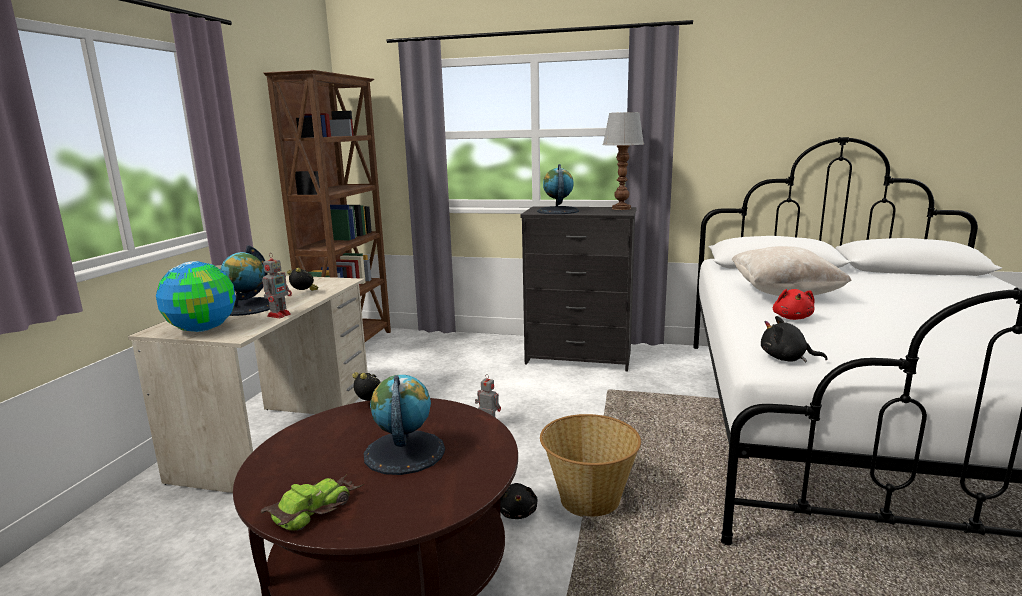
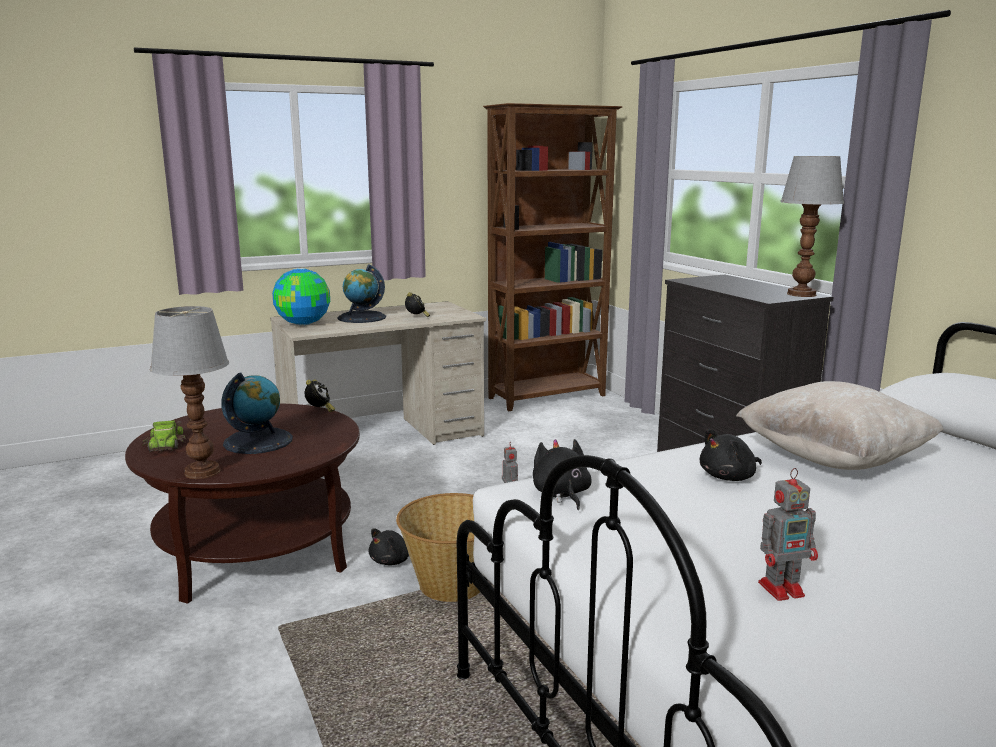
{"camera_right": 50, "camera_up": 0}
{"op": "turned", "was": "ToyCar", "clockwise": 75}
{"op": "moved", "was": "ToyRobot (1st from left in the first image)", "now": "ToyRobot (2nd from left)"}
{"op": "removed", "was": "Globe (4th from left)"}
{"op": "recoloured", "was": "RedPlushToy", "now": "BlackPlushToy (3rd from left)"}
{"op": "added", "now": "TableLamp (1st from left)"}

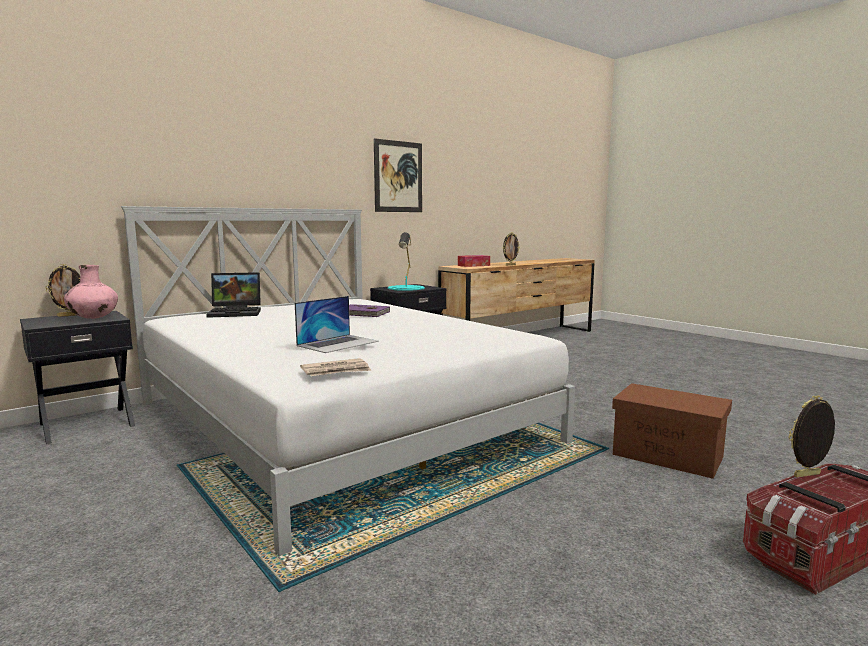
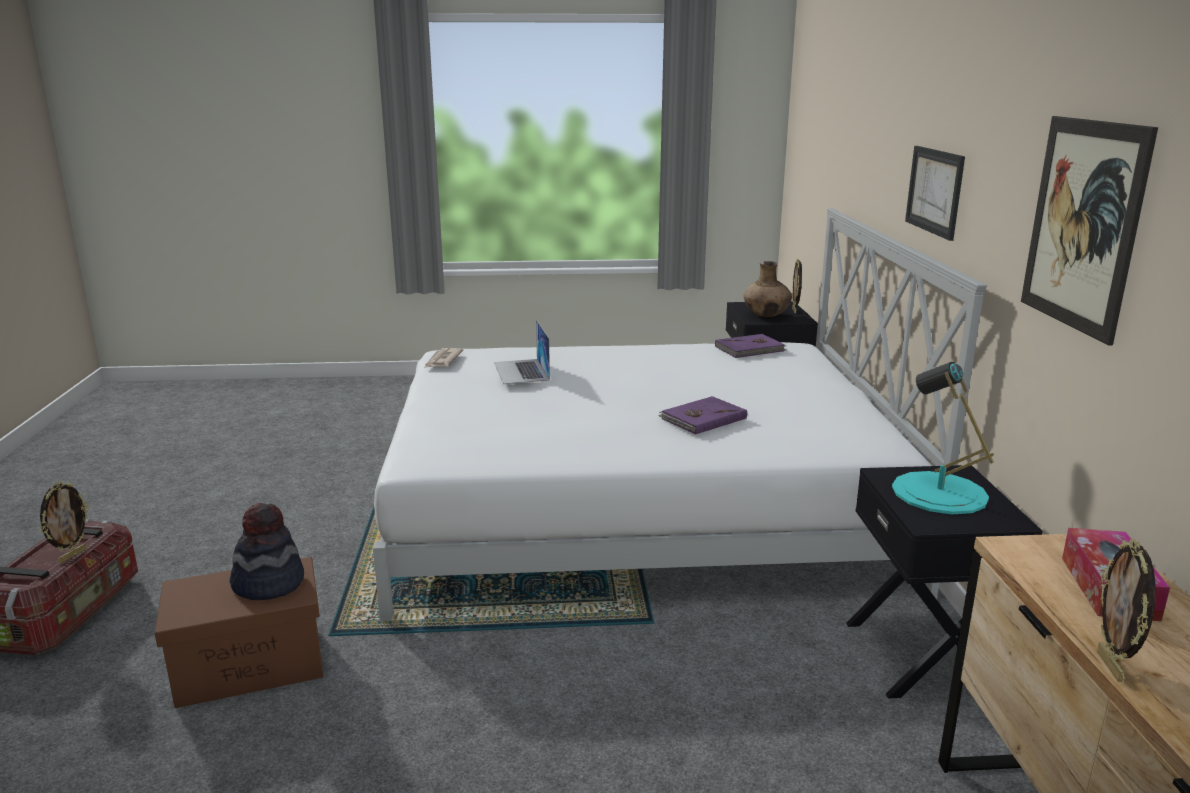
{"camera_right": 125, "camera_up": 10}
{"op": "recoloured", "was": "PinkVase", "now": "BrownVase"}
{"op": "removed", "was": "Laptop (1st from left)"}
{"op": "added", "now": "Hat"}
{"op": "added", "now": "PurpleBook (2nd from left)"}
{"op": "added", "now": "Picture (1st from left)"}

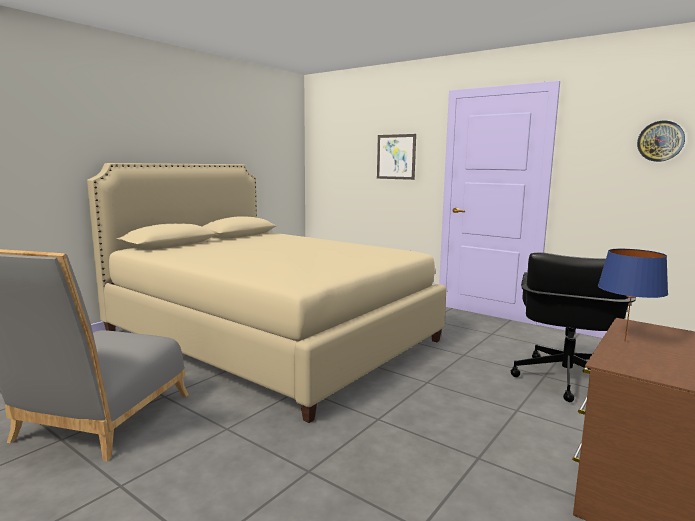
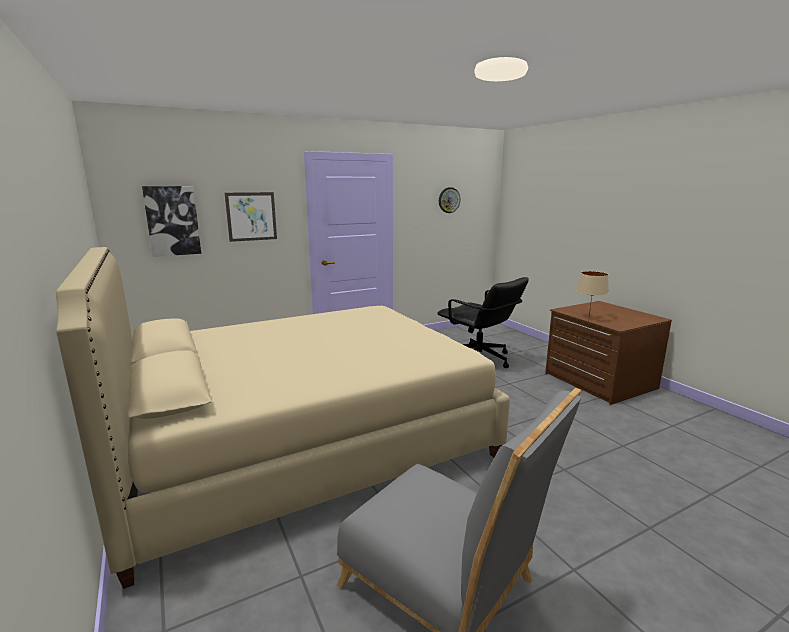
{"camera_right": -65, "camera_up": 5}
{"op": "recoloured", "was": "BlueTableLamp", "now": "BeigeTableLamp"}
{"op": "added", "now": "Picture (1st from left)"}

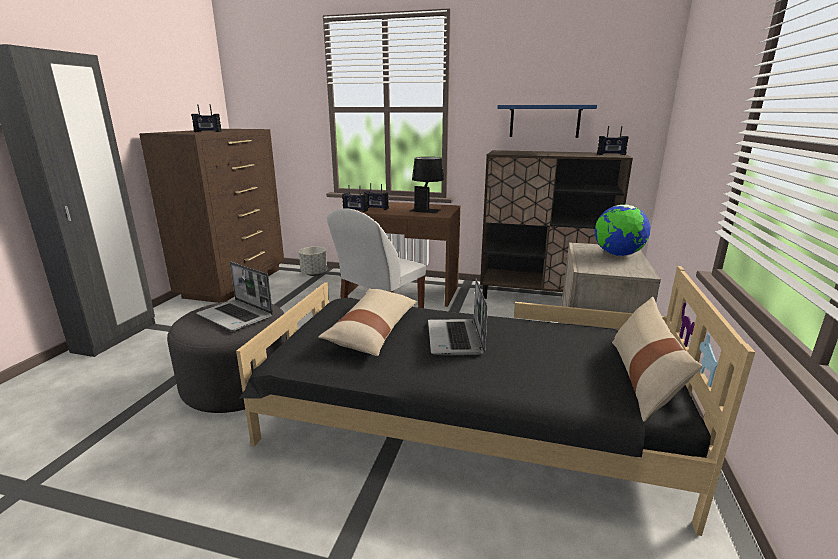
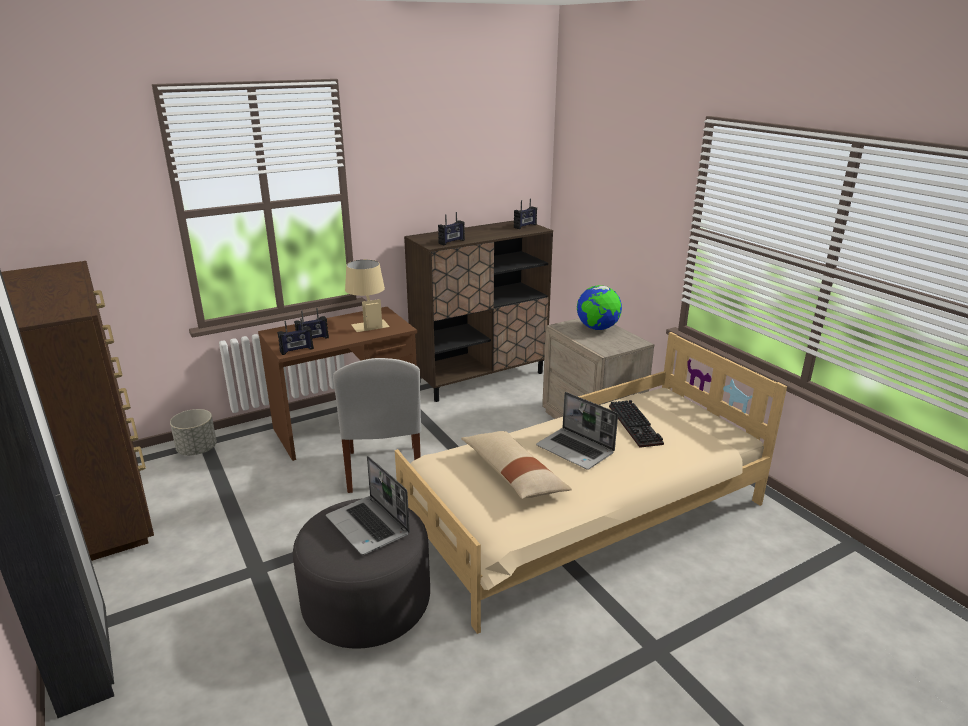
{"camera_right": -45, "camera_up": 5}
{"op": "moved", "was": "Radio (1st from left in the first image)", "now": "Radio (3rd from left)"}
{"op": "turned", "was": "Laptop (1st from left)", "clockwise": 60}
{"op": "recoloured", "was": "BlackBed", "now": "BeigeBed"}
{"op": "recoloured", "was": "BlackTableLamp", "now": "BeigeTableLamp"}
{"op": "removed", "was": "BlueShelf"}
{"op": "removed", "was": "BeigePillow (2nd from left)"}
{"op": "added", "now": "Keyboard"}

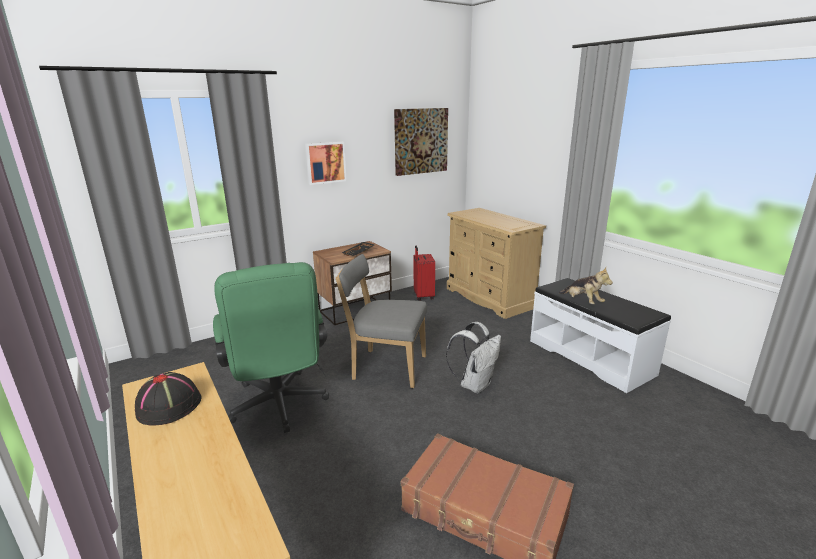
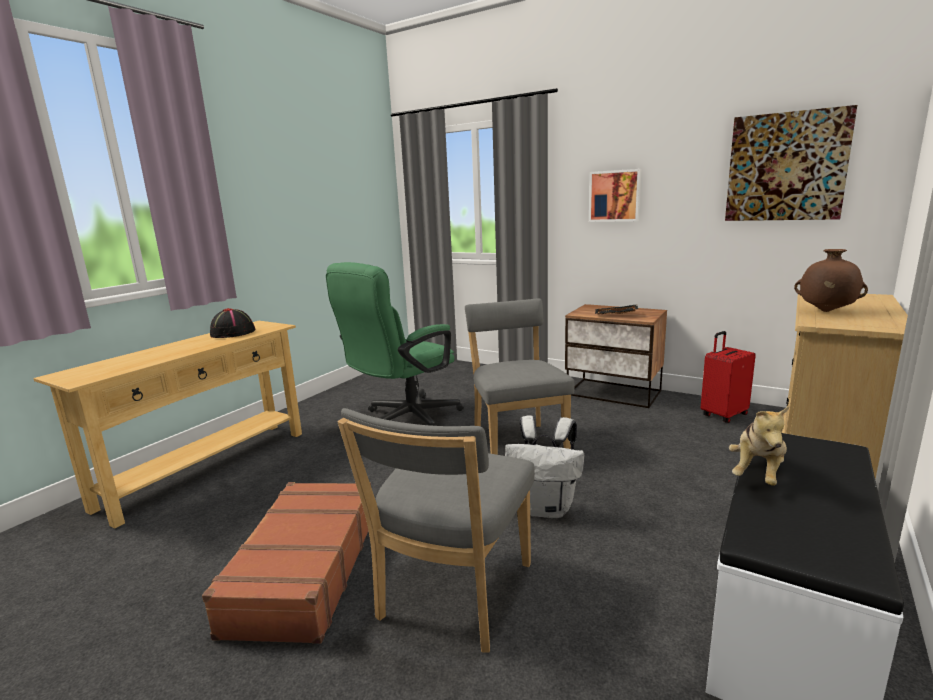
{"camera_right": 65, "camera_up": -5}
{"op": "added", "now": "GreyChair (1st from left)"}
{"op": "added", "now": "BrownVase"}

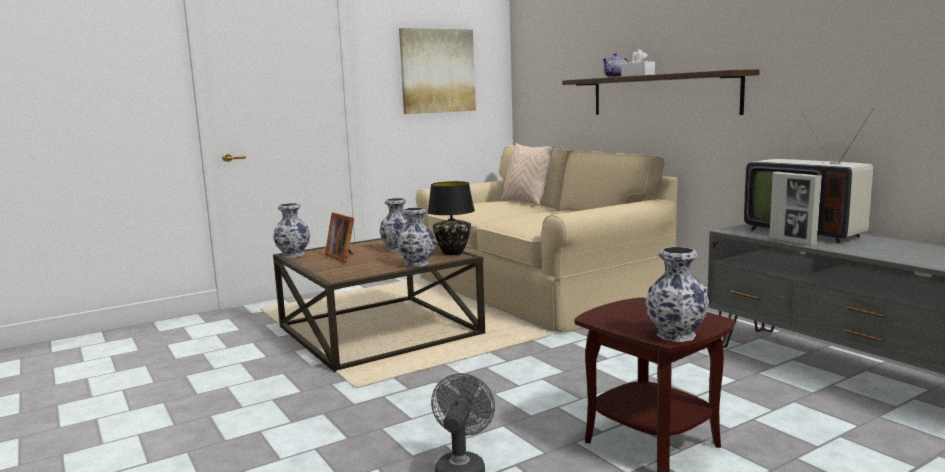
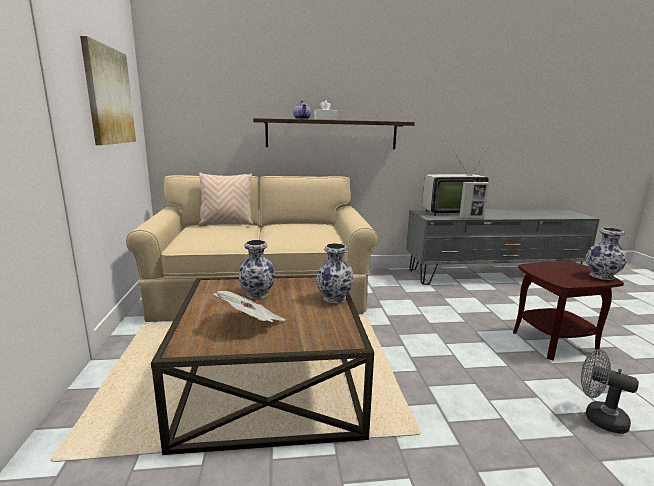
{"camera_right": -65, "camera_up": 5}
{"op": "removed", "was": "Vase (1st from left)"}
{"op": "replaced", "was": "PictureFrame (1st from left)", "now": "Newspaper"}
{"op": "removed", "was": "BlackTableLamp"}

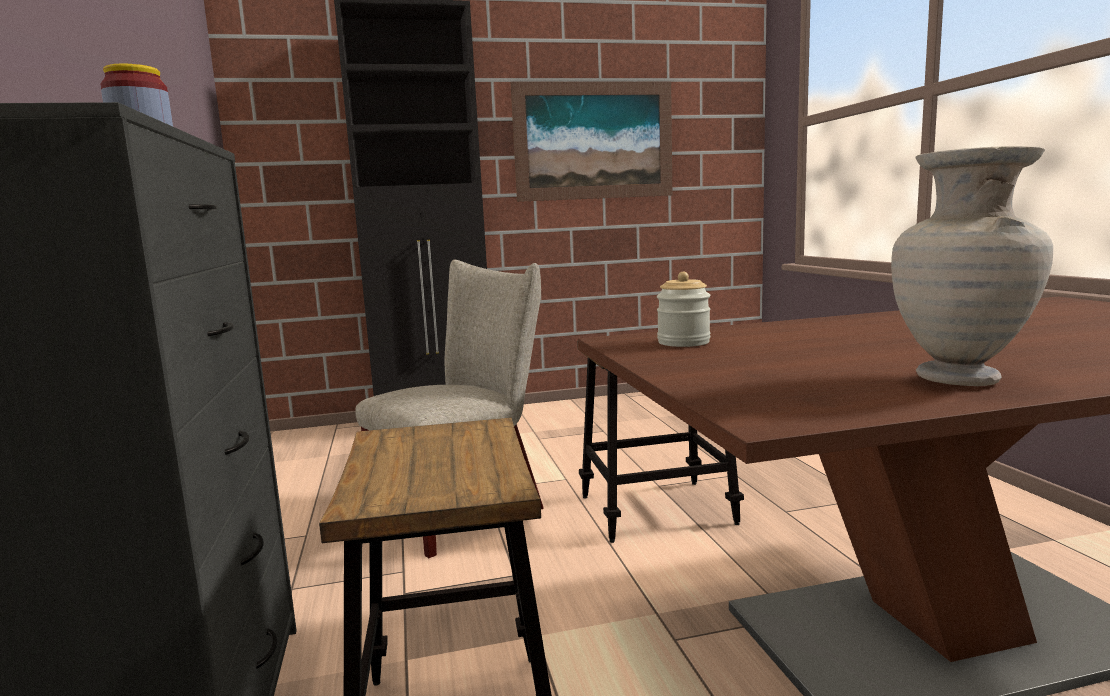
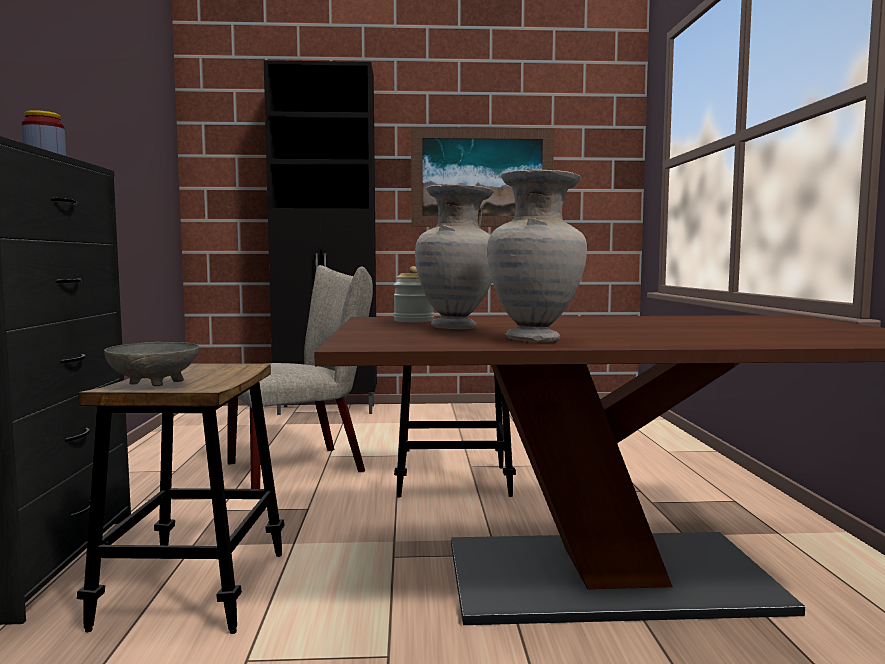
{"camera_right": 10, "camera_up": -5}
{"op": "added", "now": "GreyBowl"}
{"op": "added", "now": "BeigeVase (1st from left)"}

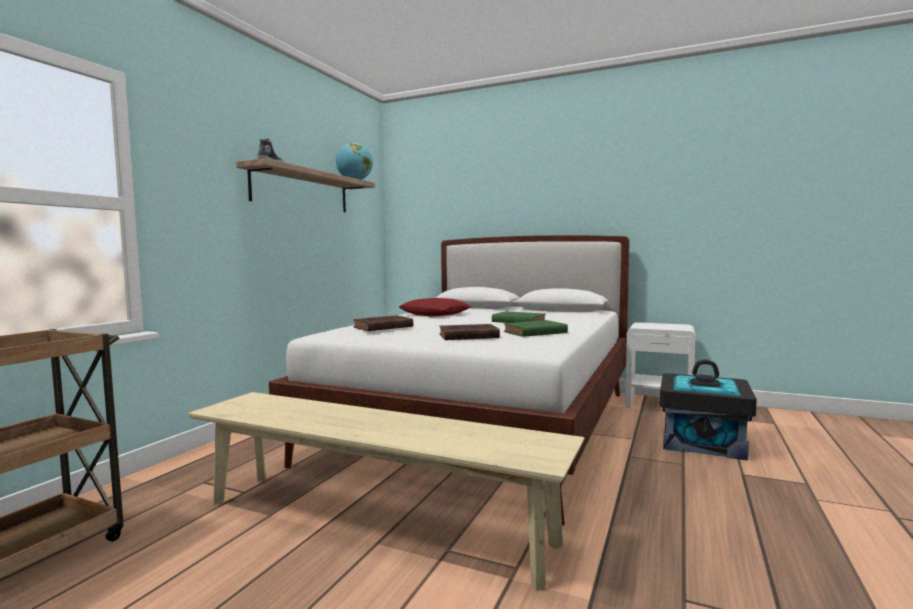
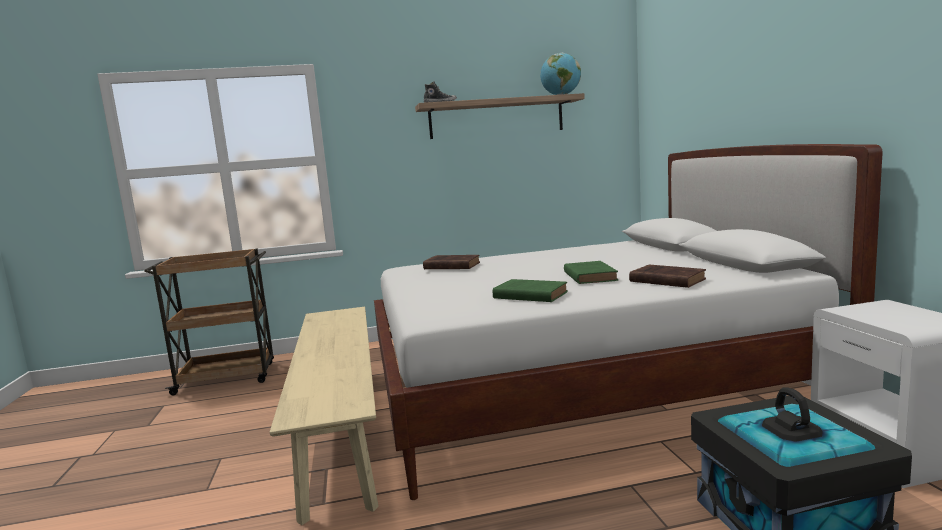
{"camera_right": 55, "camera_up": 5}
{"op": "removed", "was": "RedPillow"}
{"op": "moved", "was": "BrownBook (2nd from left)"}

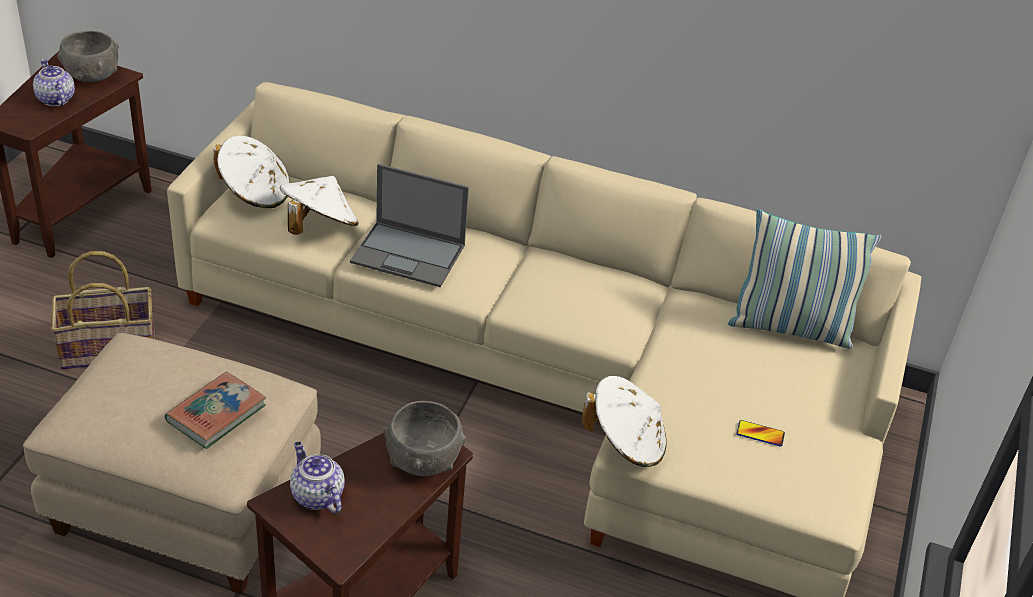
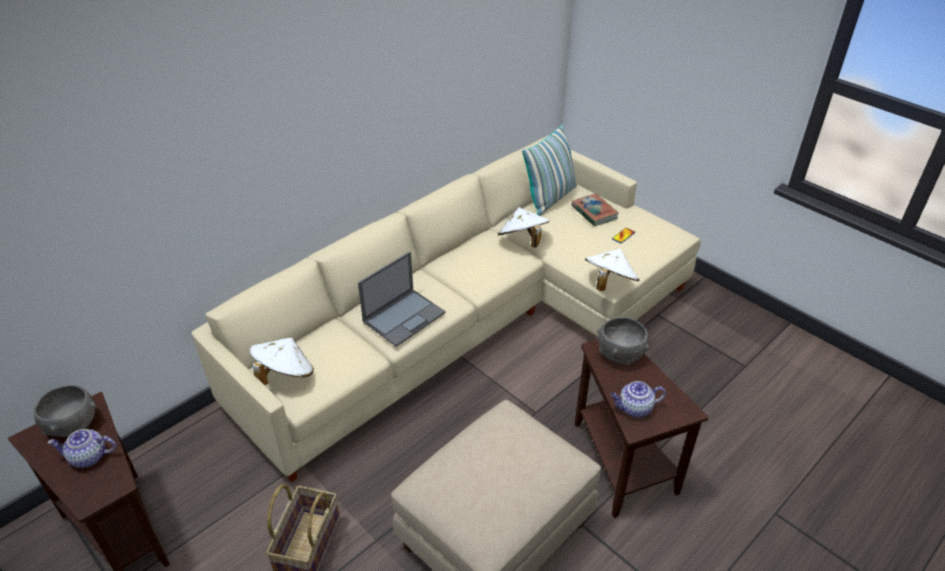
{"camera_right": -60, "camera_up": 0}
{"op": "moved", "was": "Book"}
{"op": "moved", "was": "WhiteHat (2nd from left)"}

